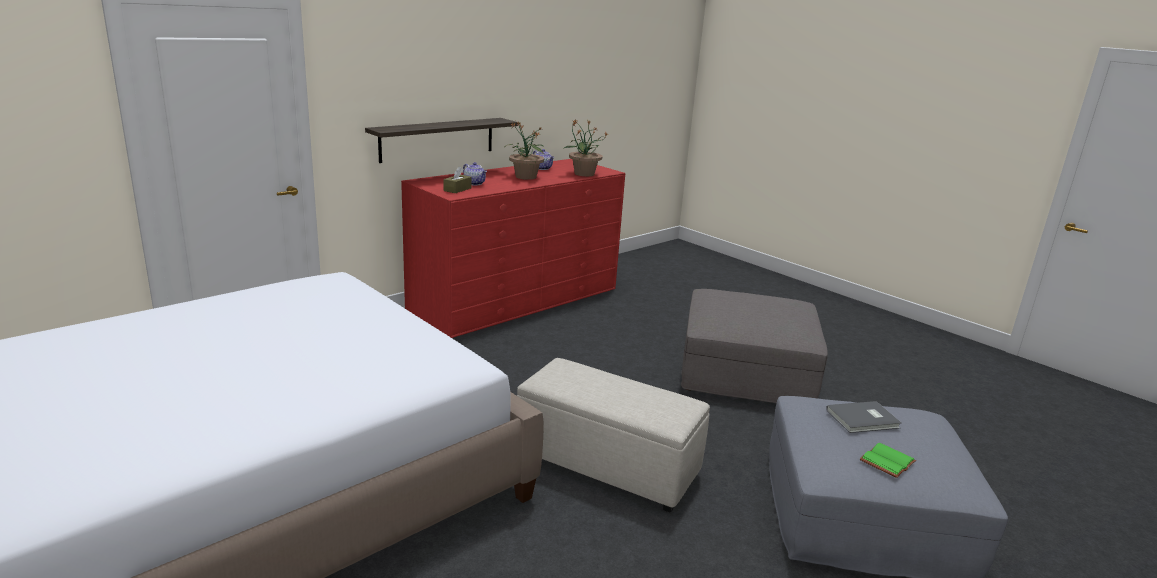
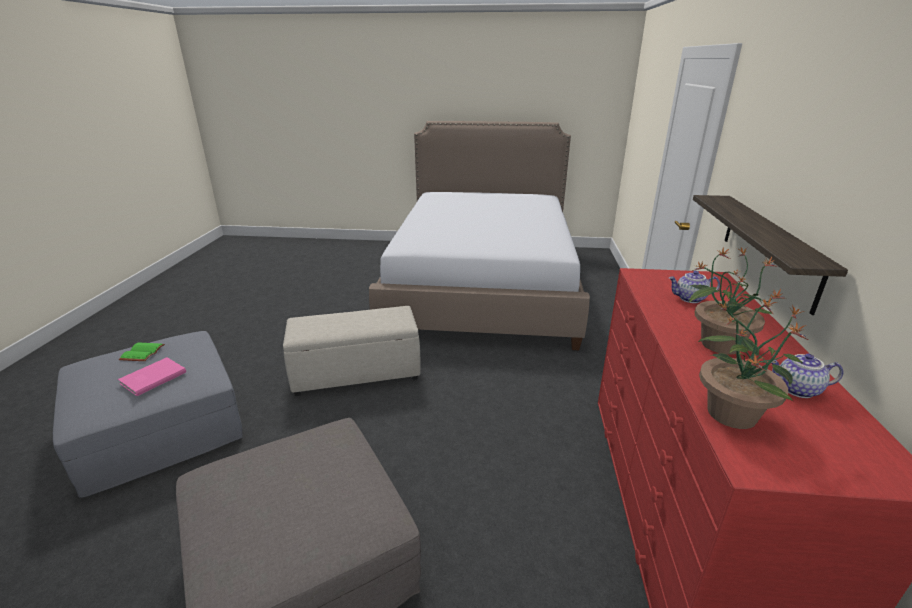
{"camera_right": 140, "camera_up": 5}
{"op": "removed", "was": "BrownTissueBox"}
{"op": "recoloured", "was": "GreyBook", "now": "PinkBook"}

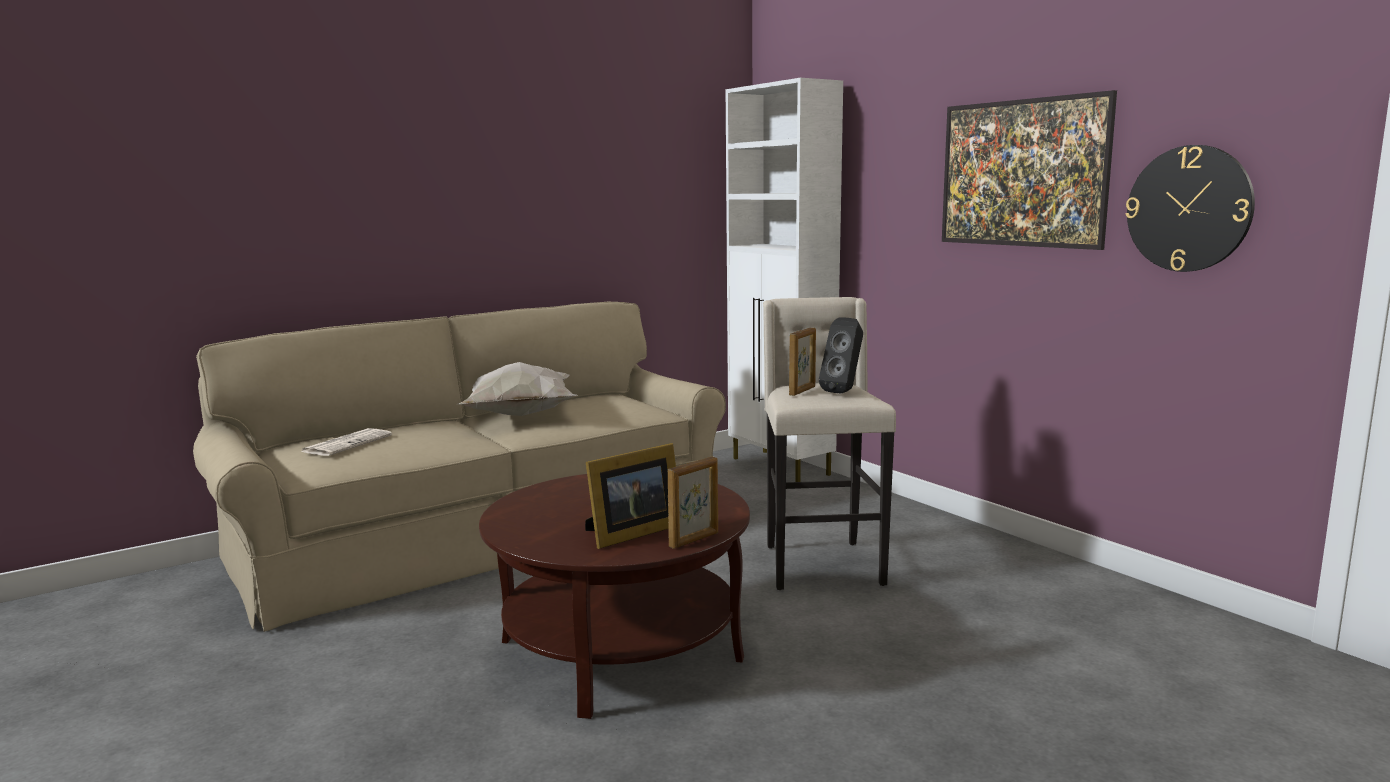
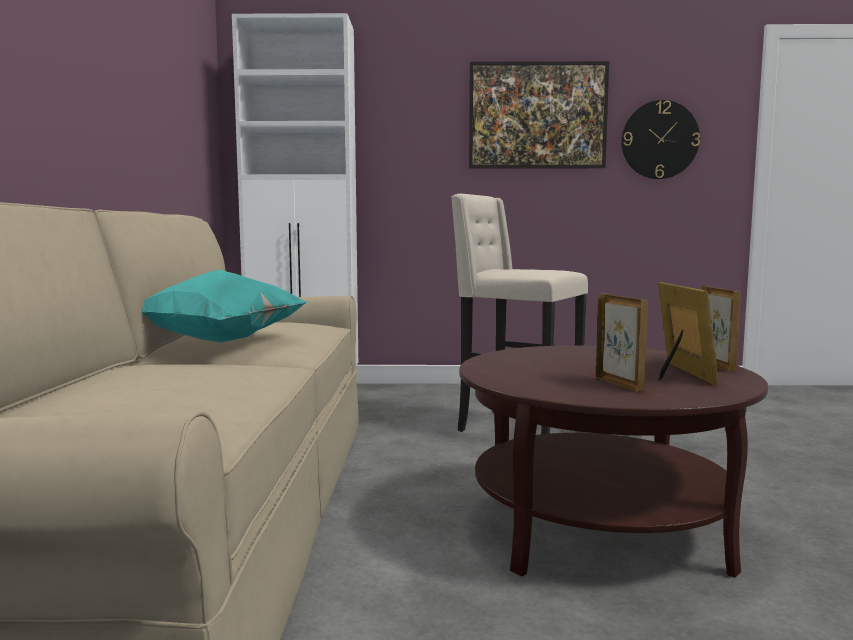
{"camera_right": -55, "camera_up": -5}
{"op": "removed", "was": "Newspaper"}
{"op": "recoloured", "was": "WhitePillow", "now": "TurquoisePillow"}
{"op": "moved", "was": "PictureFrame (3rd from left in the first image)", "now": "PictureFrame (1st from left)"}
{"op": "removed", "was": "BlackSpeaker"}

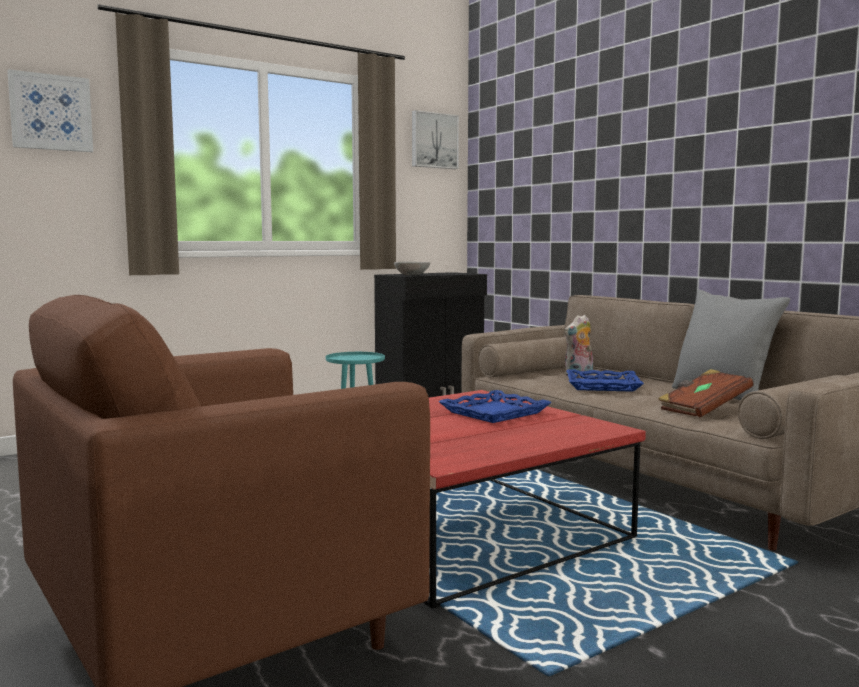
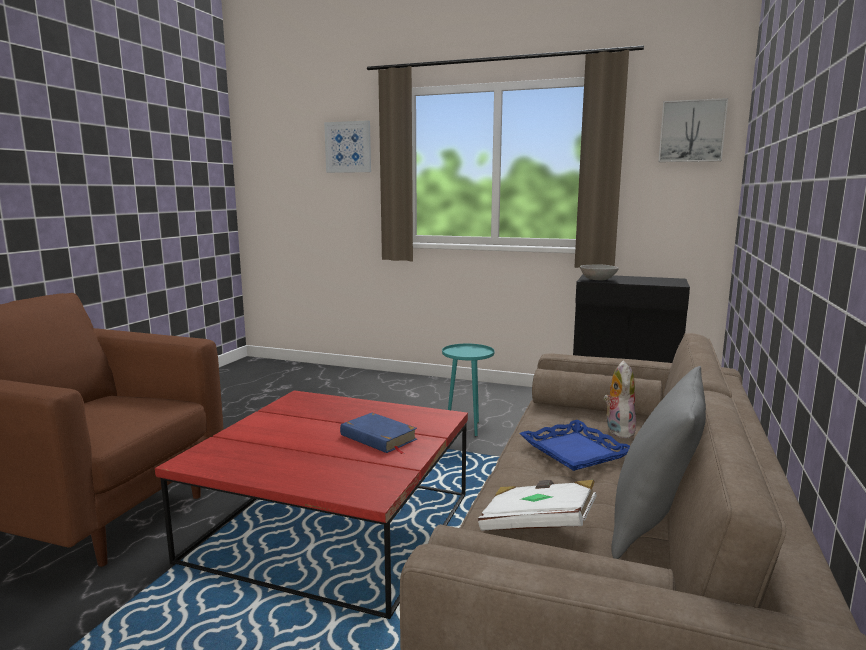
{"camera_right": 55, "camera_up": 5}
{"op": "replaced", "was": "BlueTray (1st from left)", "now": "BlueBook"}
{"op": "turned", "was": "PlushToy", "clockwise": 75}
{"op": "recoloured", "was": "BrownBook", "now": "WhiteBook"}

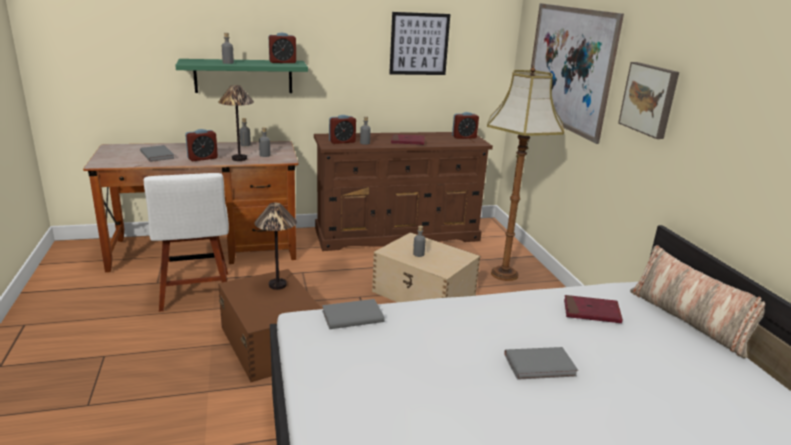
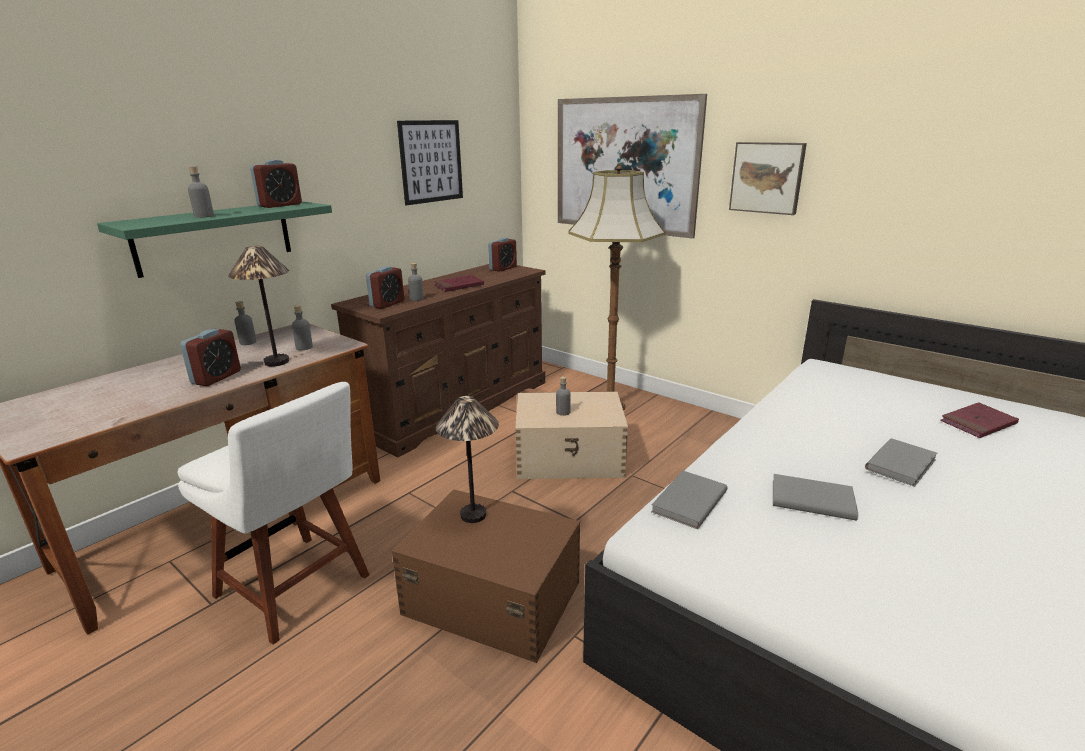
{"camera_right": -35, "camera_up": 0}
{"op": "moved", "was": "GreyBook (1st from left in the first image)", "now": "GreyBook (2nd from left)"}
{"op": "moved", "was": "RedBook (2nd from left)"}
{"op": "removed", "was": "Pillow"}

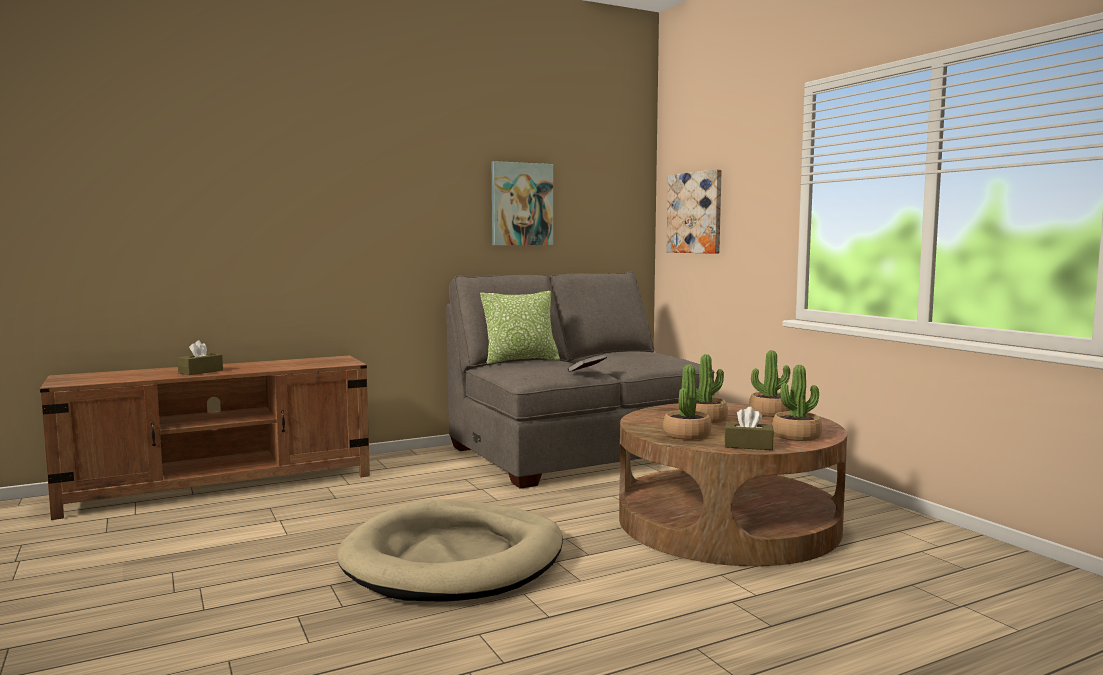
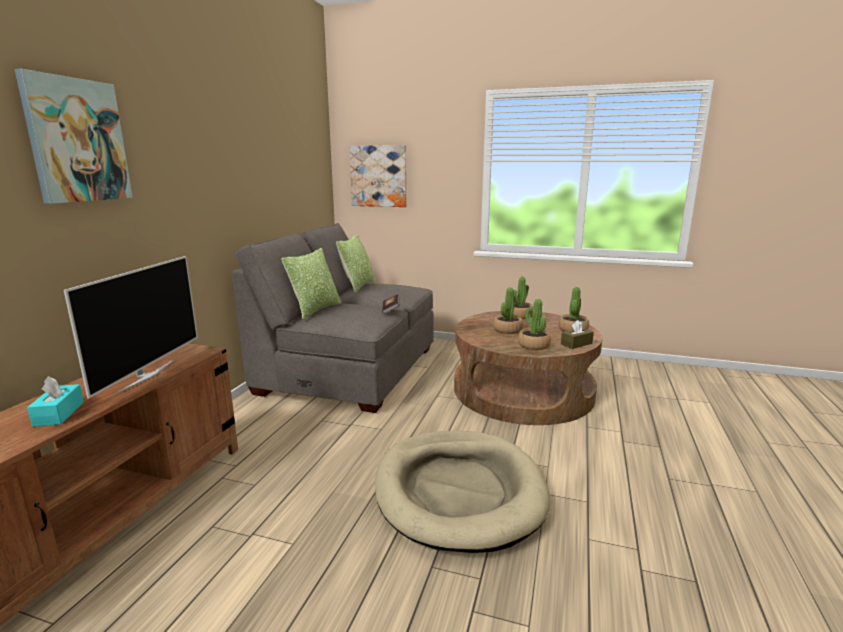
{"camera_right": -45, "camera_up": 10}
{"op": "recoloured", "was": "BrownTissueBox (1st from left)", "now": "TurquoiseTissueBox"}
{"op": "moved", "was": "Picture (1st from left)"}
{"op": "added", "now": "Television"}
{"op": "added", "now": "Pillow (2nd from left)"}

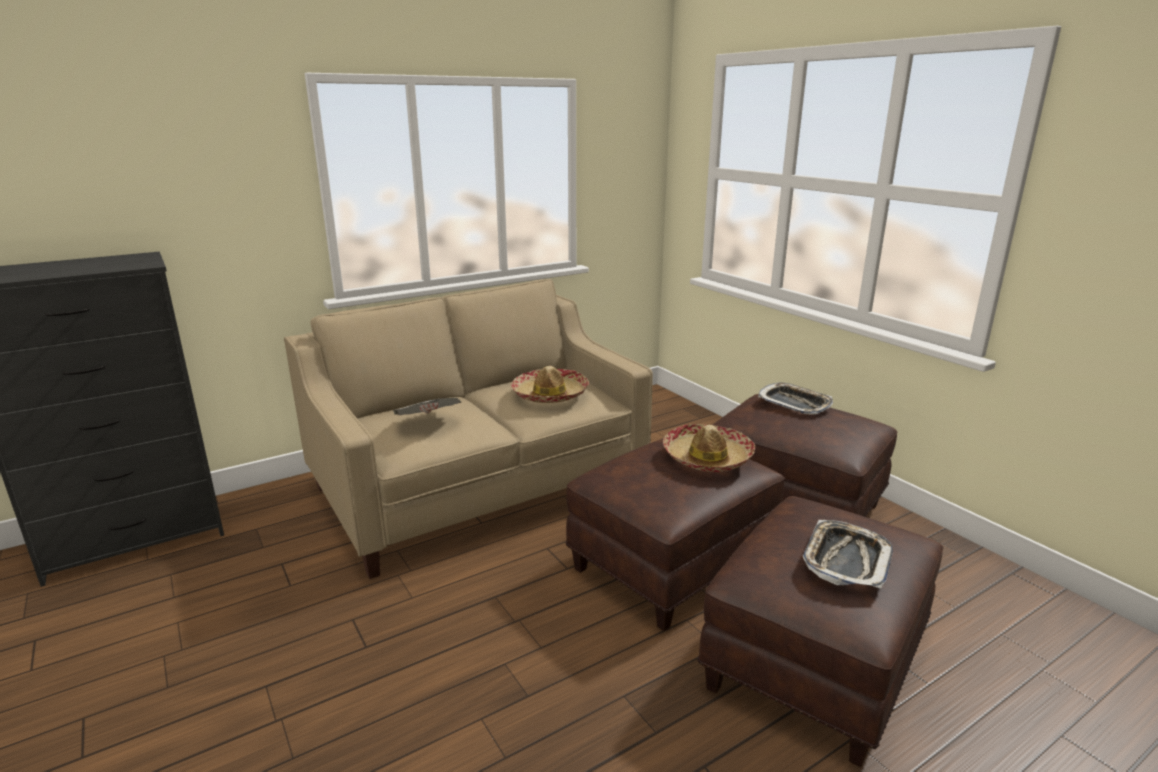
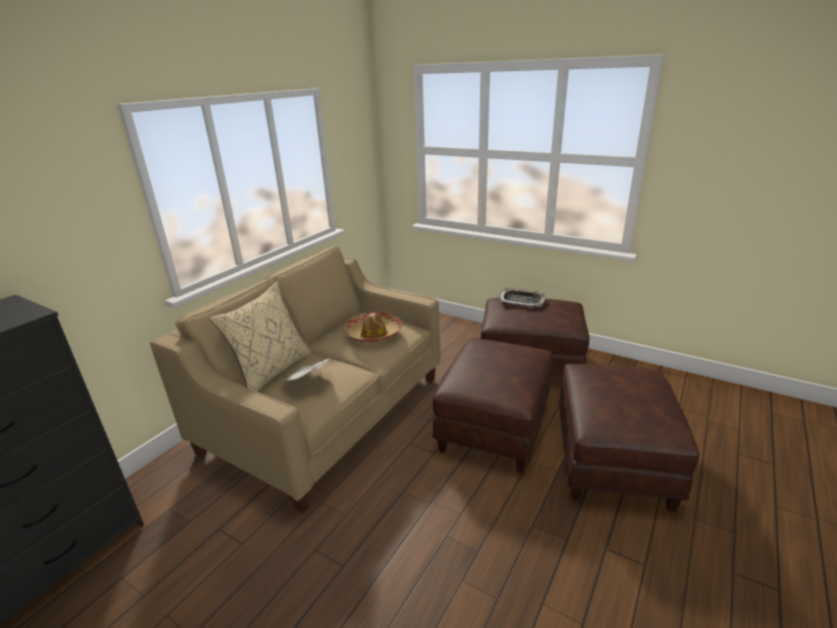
{"camera_right": -25, "camera_up": 5}
{"op": "removed", "was": "Hat (2nd from left)"}
{"op": "removed", "was": "Tray (2nd from left)"}
{"op": "added", "now": "BeigePillow"}

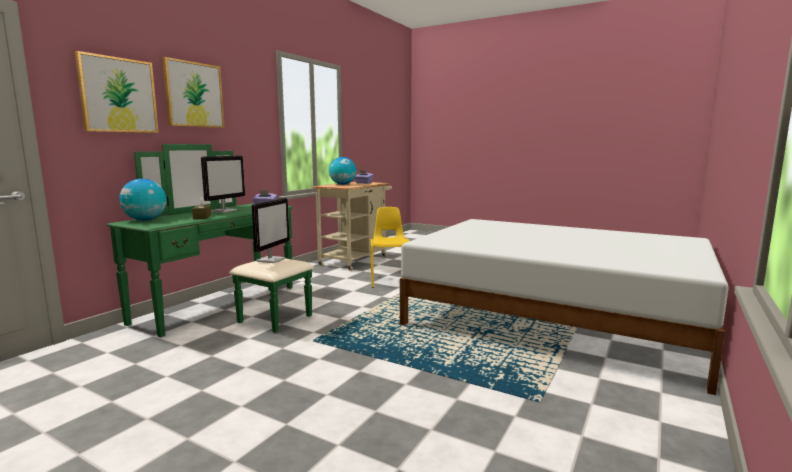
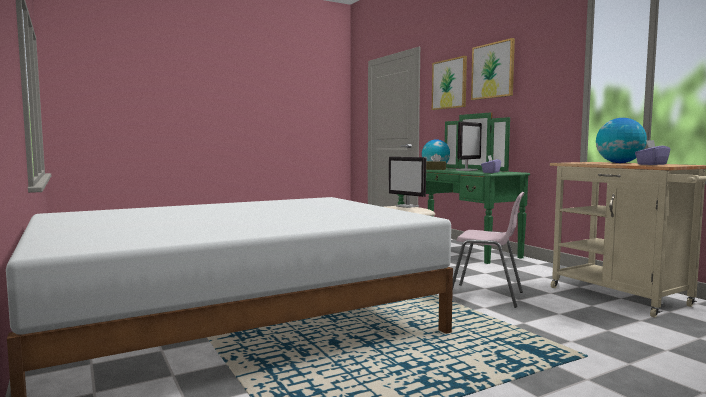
{"camera_right": 120, "camera_up": -5}
{"op": "turned", "was": "Monitor (1st from left in the first image)", "clockwise": -105}
{"op": "recoloured", "was": "YellowChair", "now": "PinkChair"}

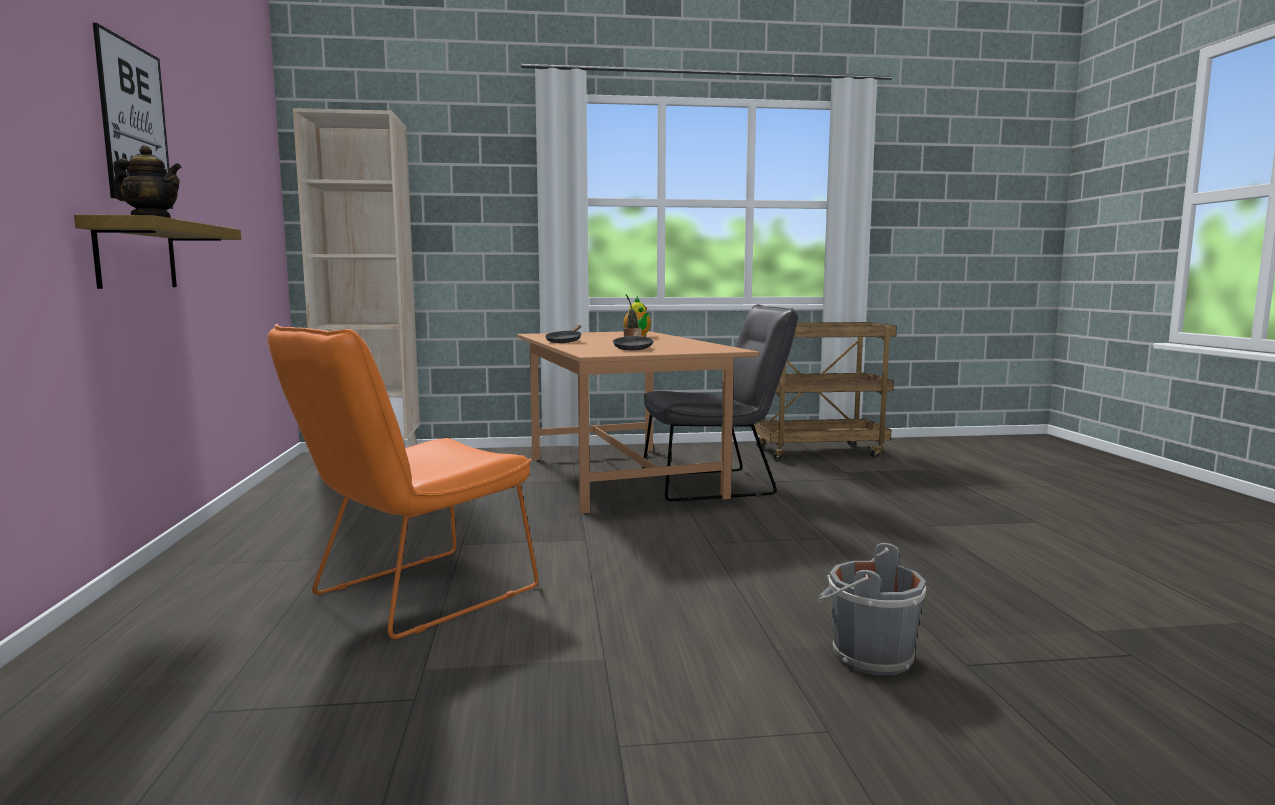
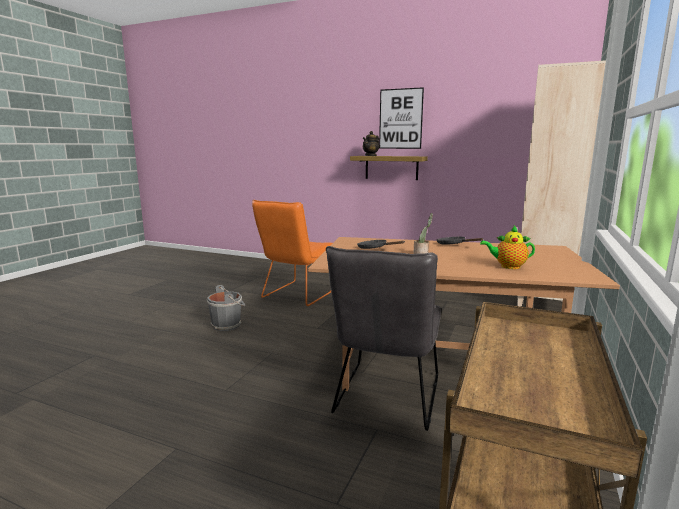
{"camera_right": 120, "camera_up": 5}
{"op": "turned", "was": "OrangeChair", "clockwise": -135}
{"op": "moved", "was": "GreyBucket"}

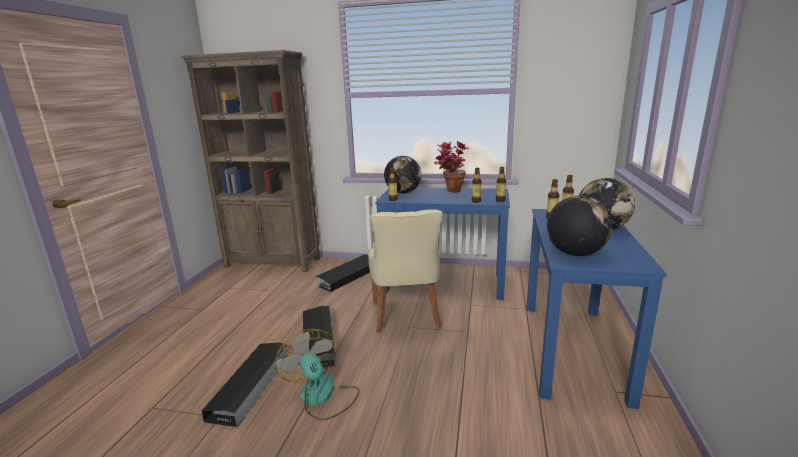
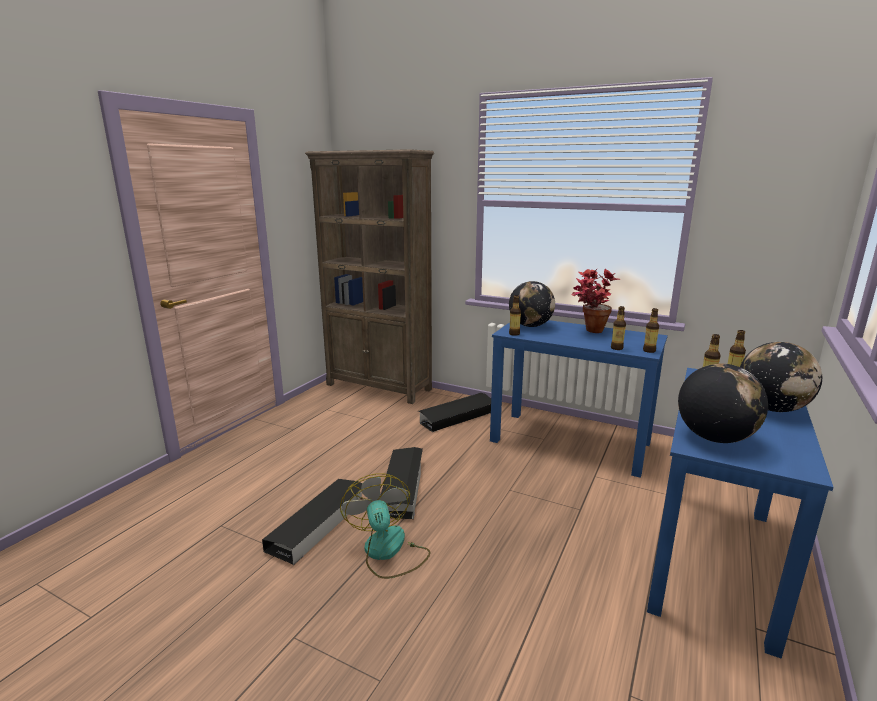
{"camera_right": 15, "camera_up": 0}
{"op": "removed", "was": "BeigeChair"}

